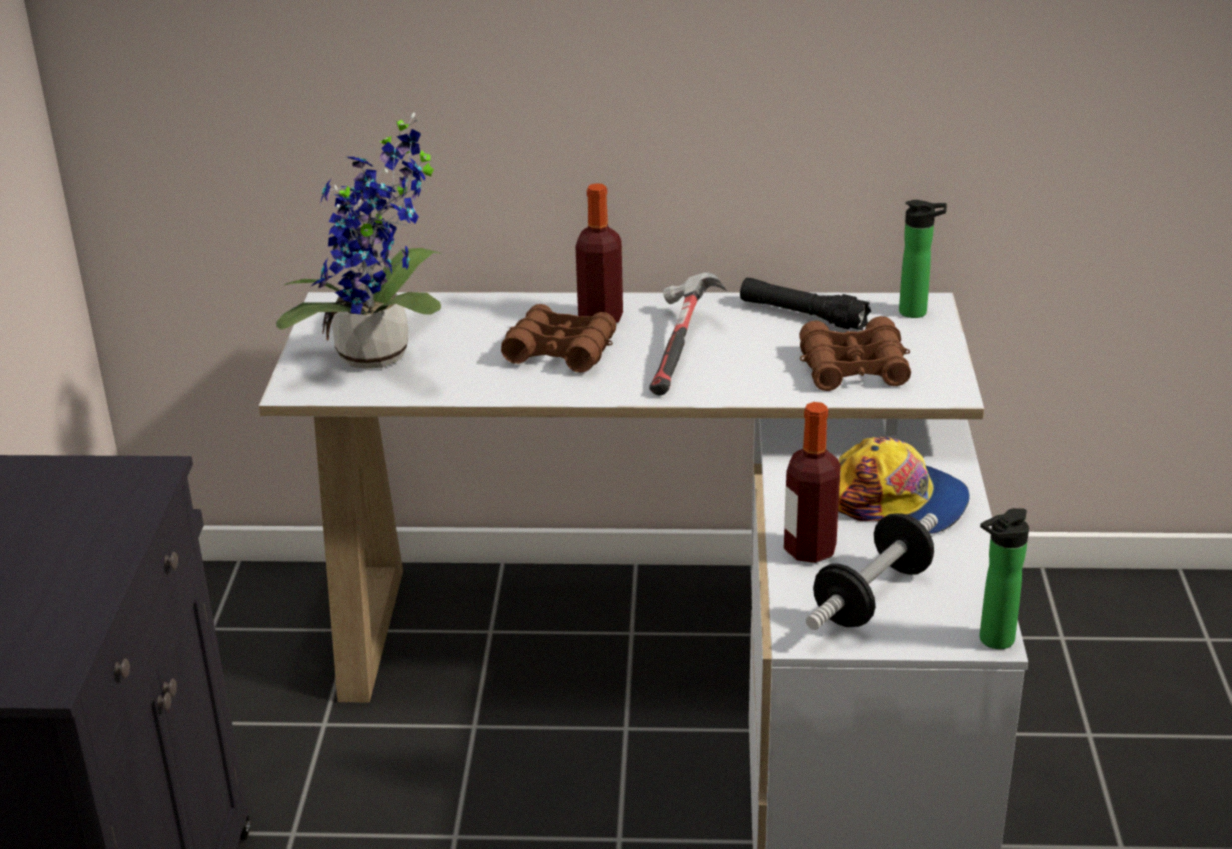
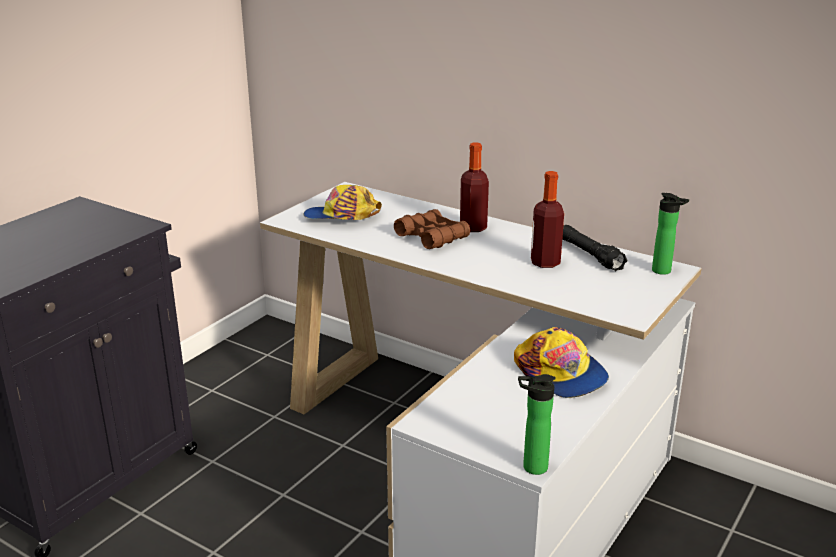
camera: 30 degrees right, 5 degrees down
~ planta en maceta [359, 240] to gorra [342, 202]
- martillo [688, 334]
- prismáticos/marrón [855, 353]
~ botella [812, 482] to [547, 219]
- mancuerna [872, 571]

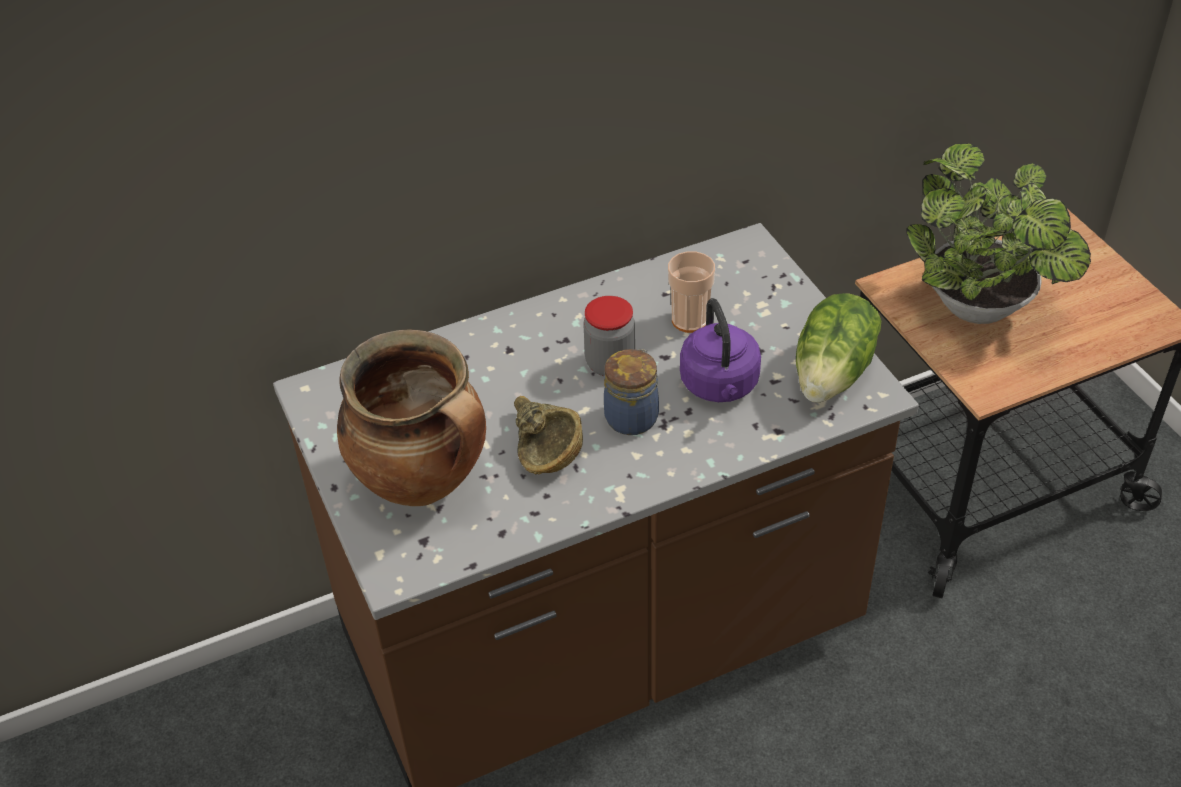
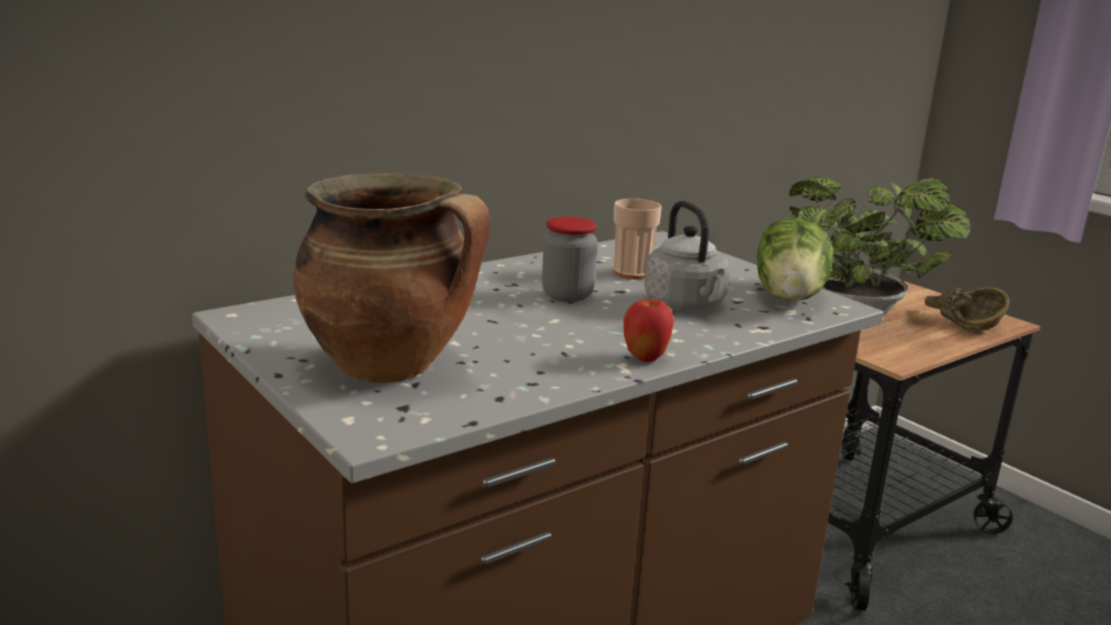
camera: 15 degrees left, 25 degrees down
~ hervidor/morado [720, 350] to hervidor/gris [687, 255]
- tarro [631, 392]
~ cuenco/marrón [548, 435] to [967, 309]
+ manzana [648, 329]

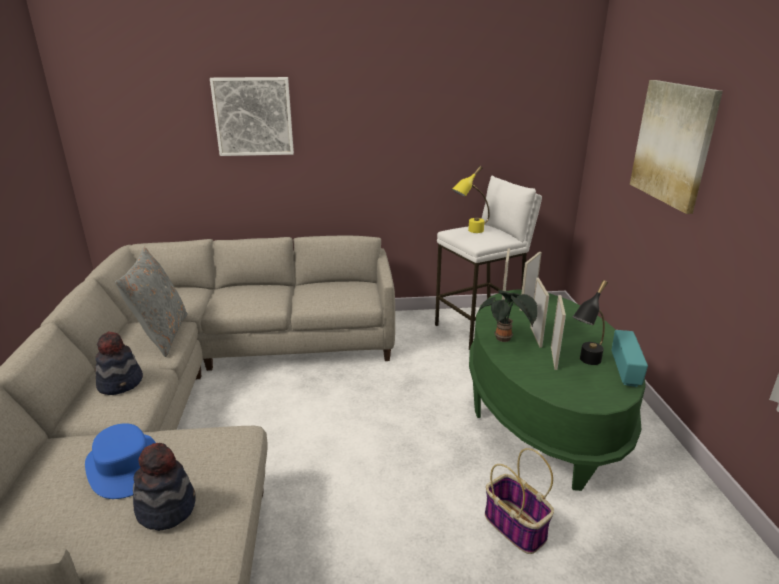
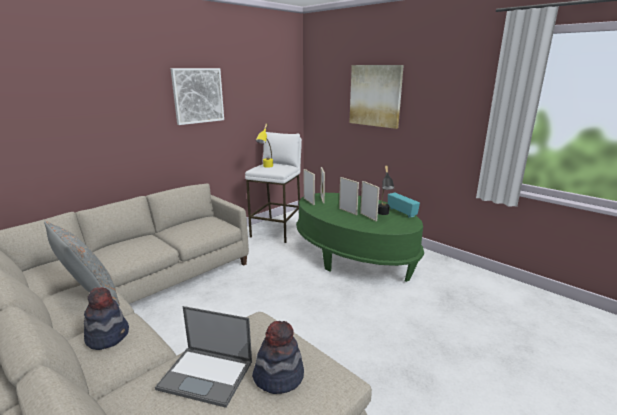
camera: 40 degrees left, 5 degrees down
~ cuadro [252, 116] to [197, 96]
- planta en maceta [508, 316]
~ sombrero/azul [120, 461] to portátil [203, 357]
- cesta [519, 501]

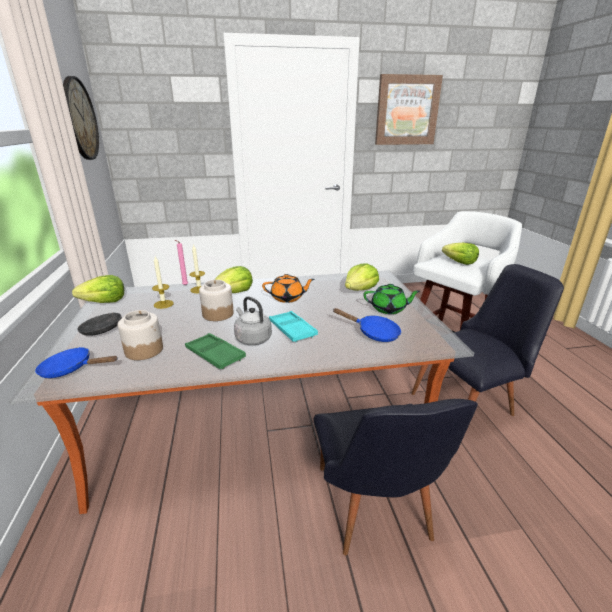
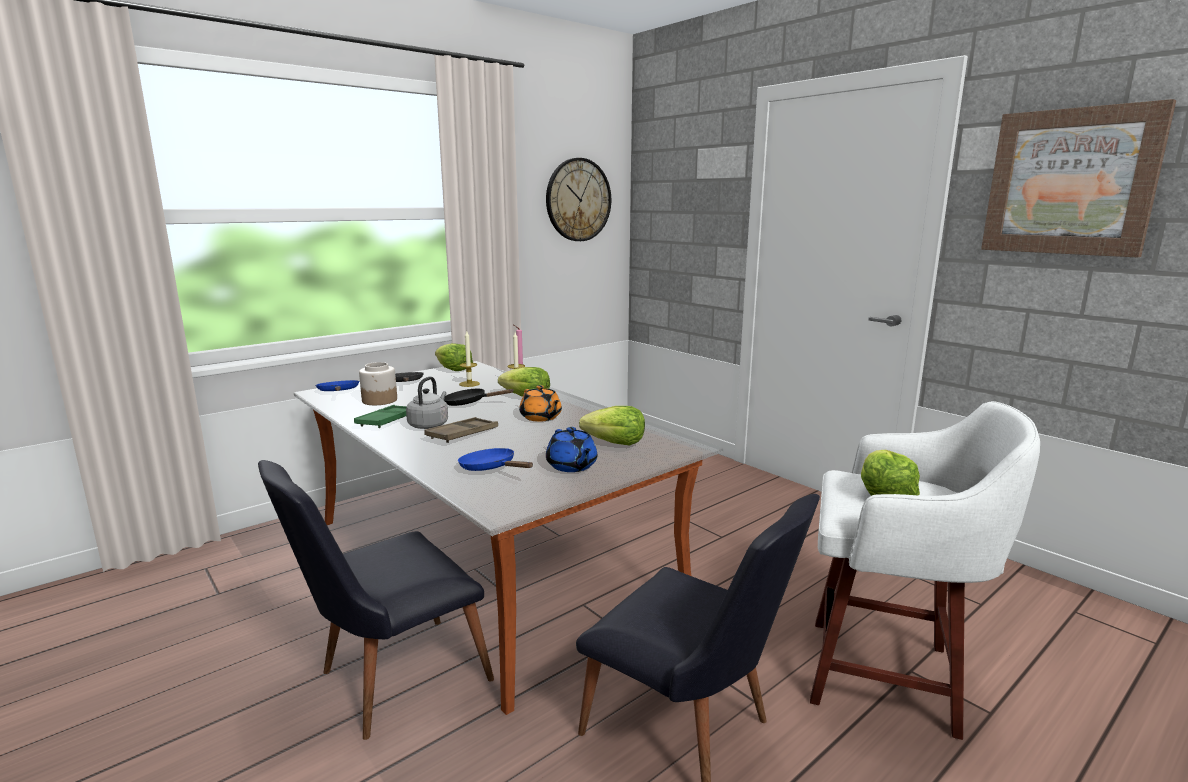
camera: 60 degrees right, 10 degrees down
~ tarro [216, 300] to sartén/negro [478, 397]
~ tetera/verde [391, 299] to tetera/azul [571, 449]
~ sartén/azul [367, 325] = [495, 459] 135 degrees clockwise
~ bandeja/turquesa [293, 326] to bandeja/marrón [461, 430]

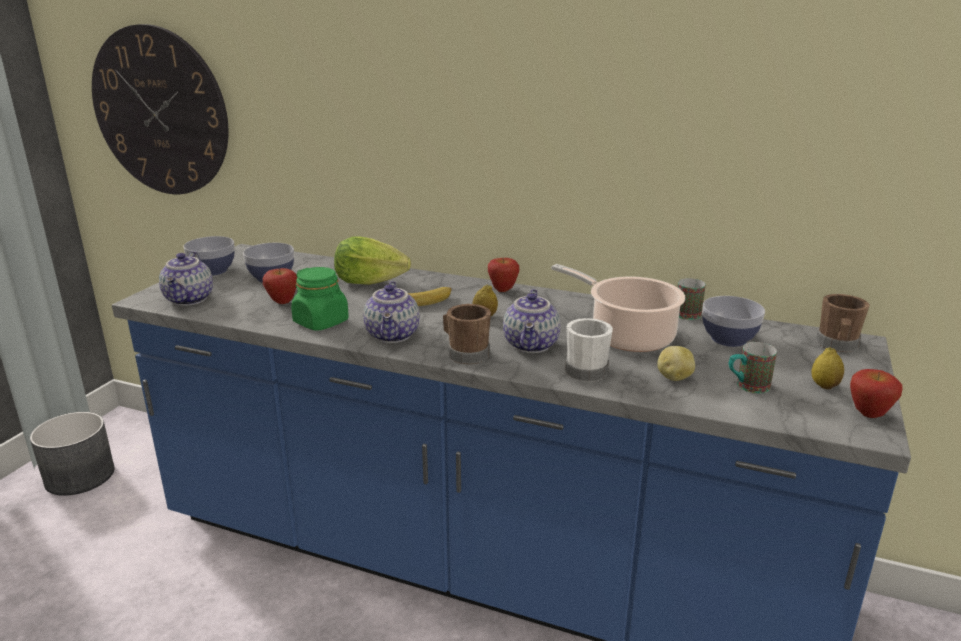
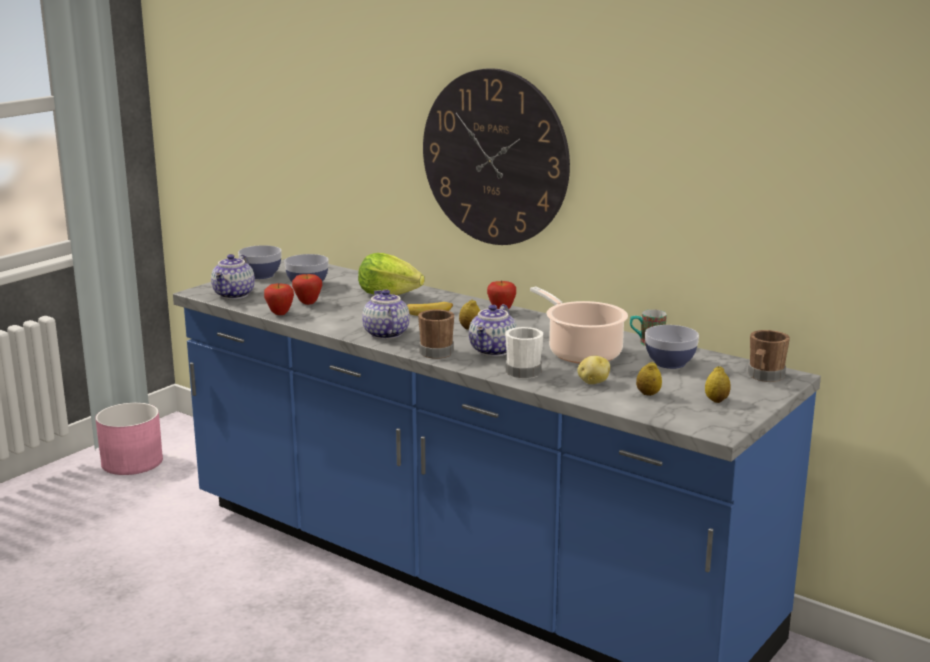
camera: 15 degrees right, 5 degrees down
~ reloj de pared [160, 109] to [496, 156]
- tarro/verde [320, 298]
~ tetera [391, 312] = [386, 314] 150 degrees clockwise
~ taza grande [753, 367] to limón [649, 378]
~ manzana [876, 393] to [279, 299]
~ maceta/gris [72, 454] to maceta/rosa [129, 439]

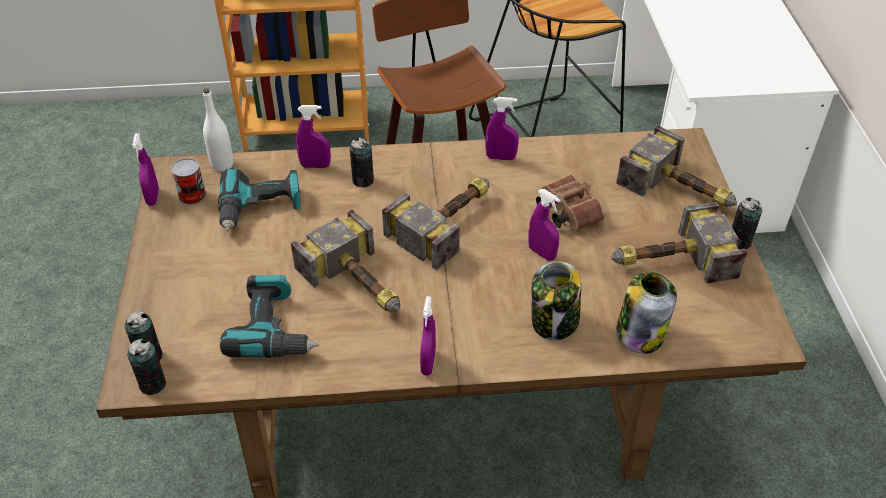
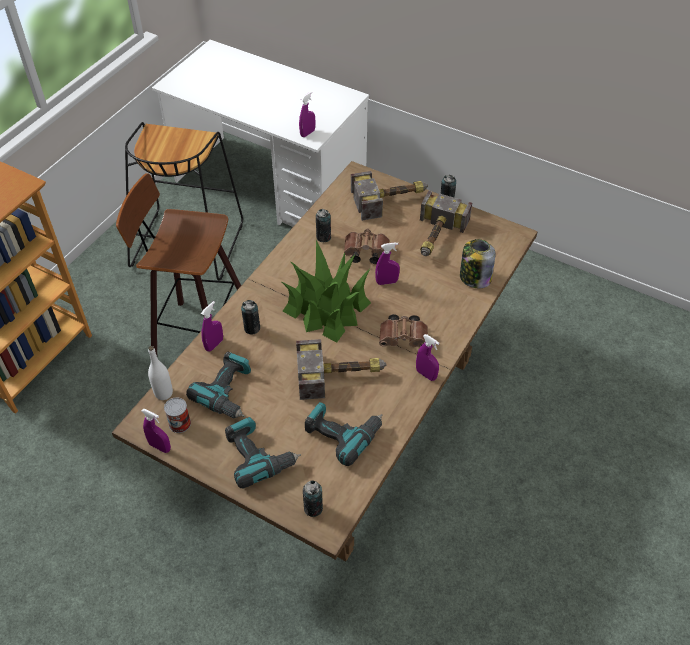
camera: 55 degrees left, 5 degrees up
~ pulverizador/morado [502, 128] to [307, 114]
~ martillo [436, 224] to planta en maceta [326, 291]
- tarro [556, 300]
~ lata [146, 367] to [323, 225]
+ prismáticos/marrón [403, 330]
+ taladro [263, 452]

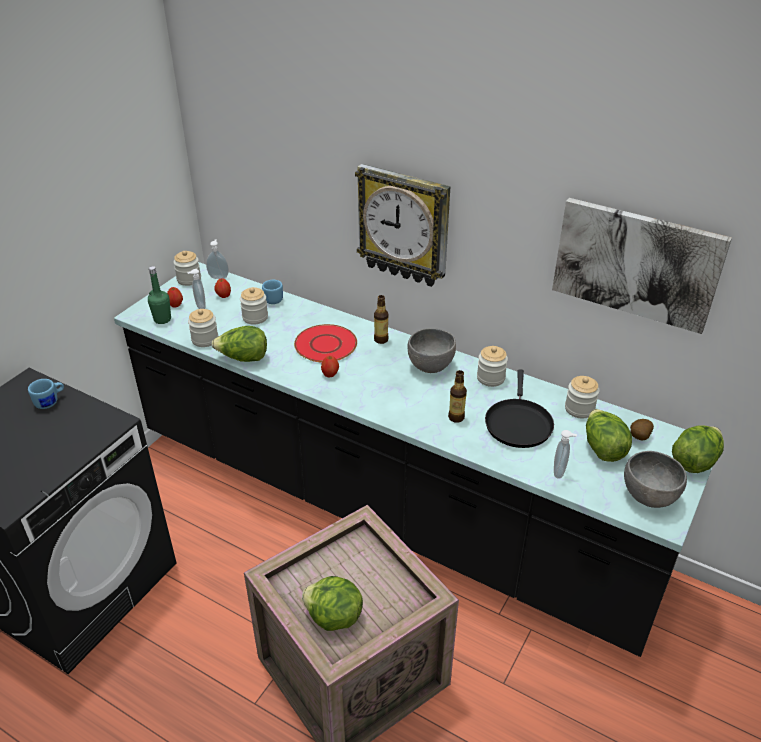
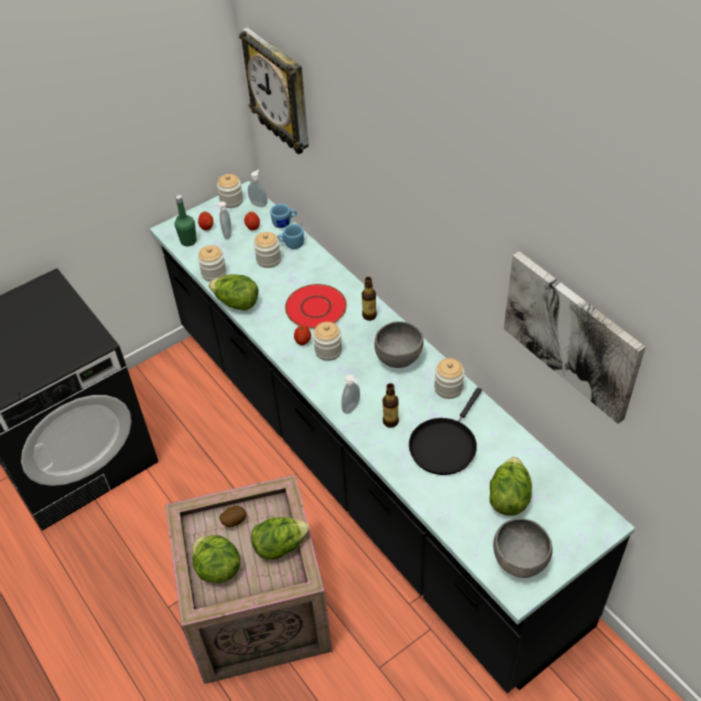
camera: 25 degrees right, 10 degrees up
~ reloj de pared [402, 225] to [274, 90]
~ tarro [582, 397] to [327, 341]
~ taza grande/azul [46, 394] to [283, 216]
~ patata [642, 429] to [232, 516]
~ lechuga [698, 449] to [280, 538]
~ dispensador de jabón [565, 454] to [350, 394]

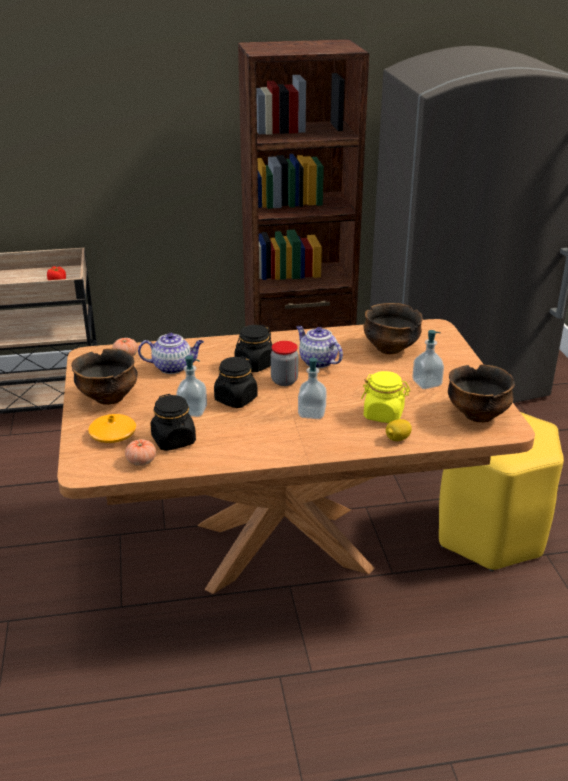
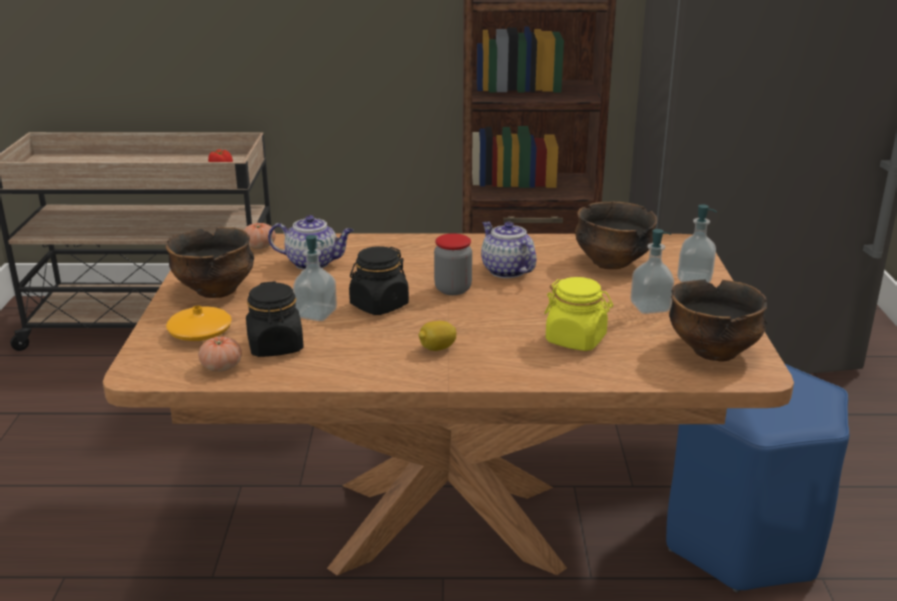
camera: 10 degrees right, 5 degrees down
- tarro/negro [253, 348]
~ dispensador de jabón [312, 388] to [697, 244]
~ taburete/amarillo [501, 491] to taburete/azul [757, 477]
~ limón [399, 430] to [437, 336]

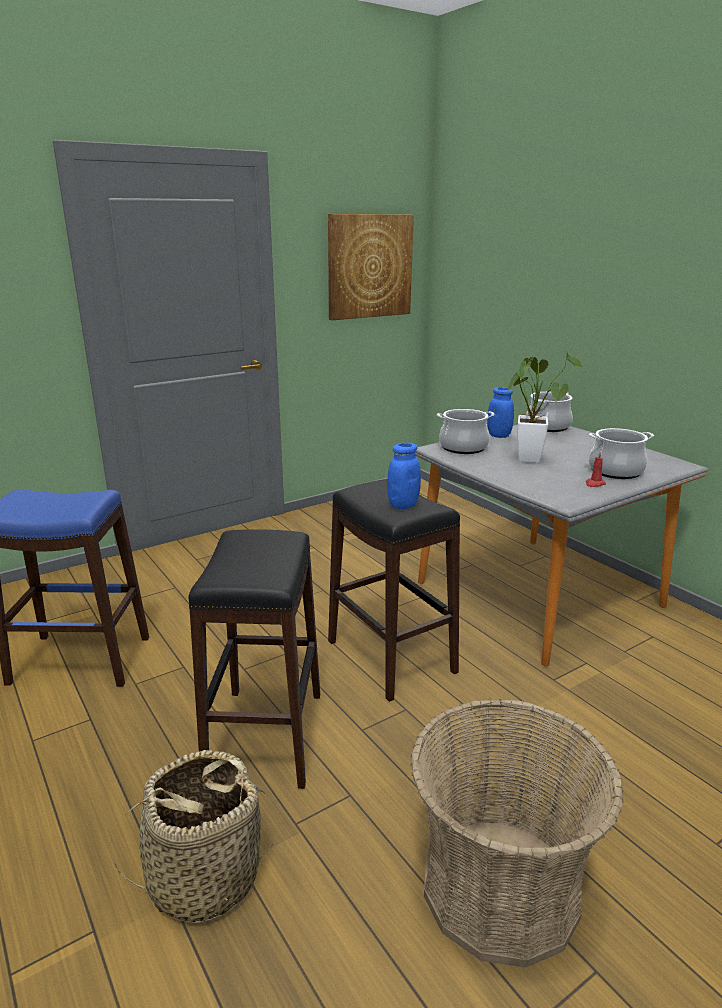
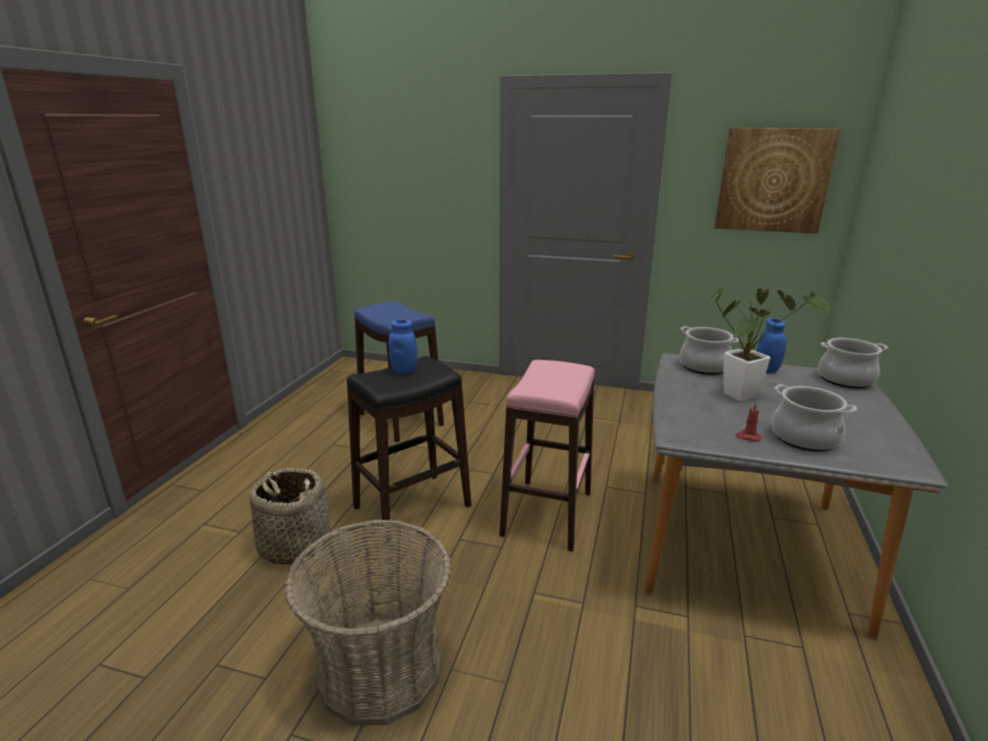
camera: 50 degrees right, 0 degrees up
~ tarro/azul [404, 476] to [403, 346]
~ taburete/negro [394, 590] to taburete/rosa [547, 456]

